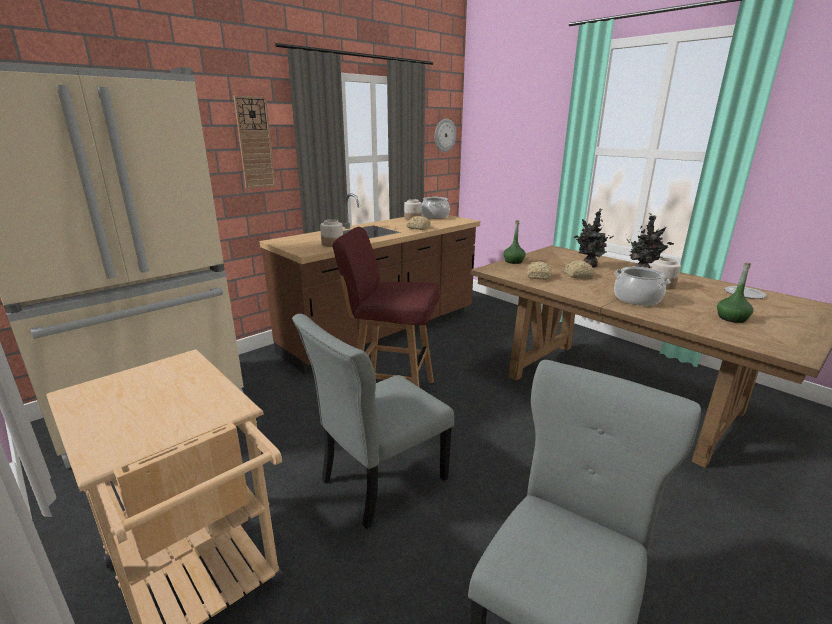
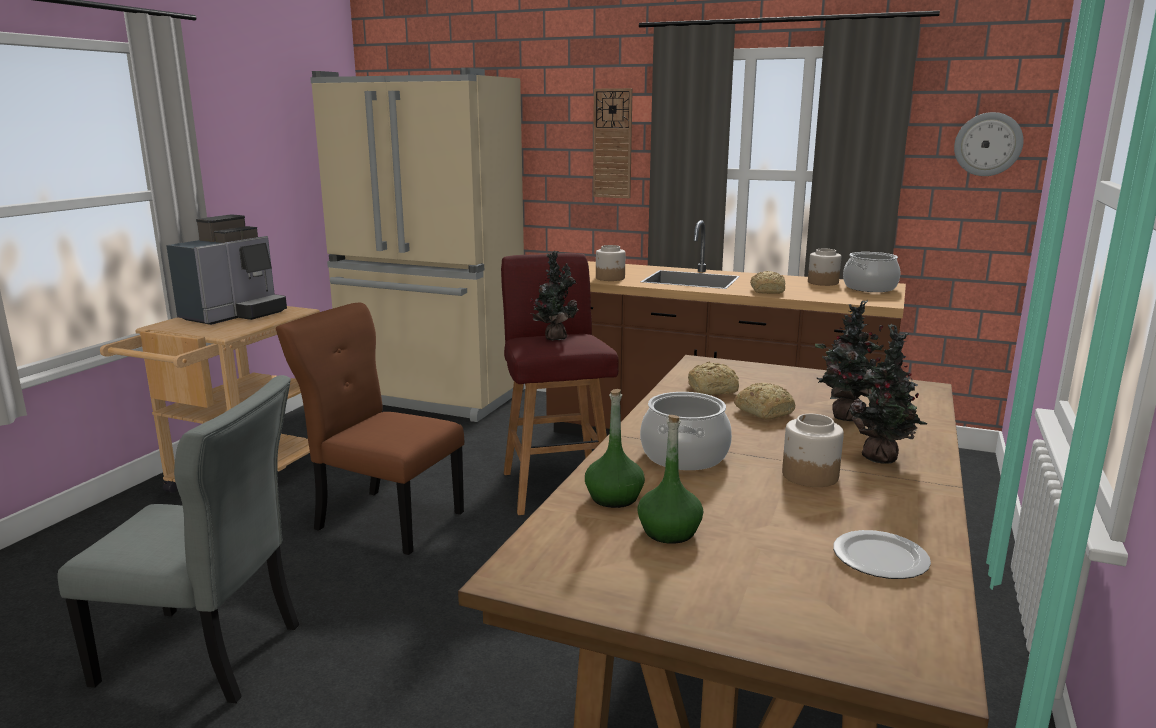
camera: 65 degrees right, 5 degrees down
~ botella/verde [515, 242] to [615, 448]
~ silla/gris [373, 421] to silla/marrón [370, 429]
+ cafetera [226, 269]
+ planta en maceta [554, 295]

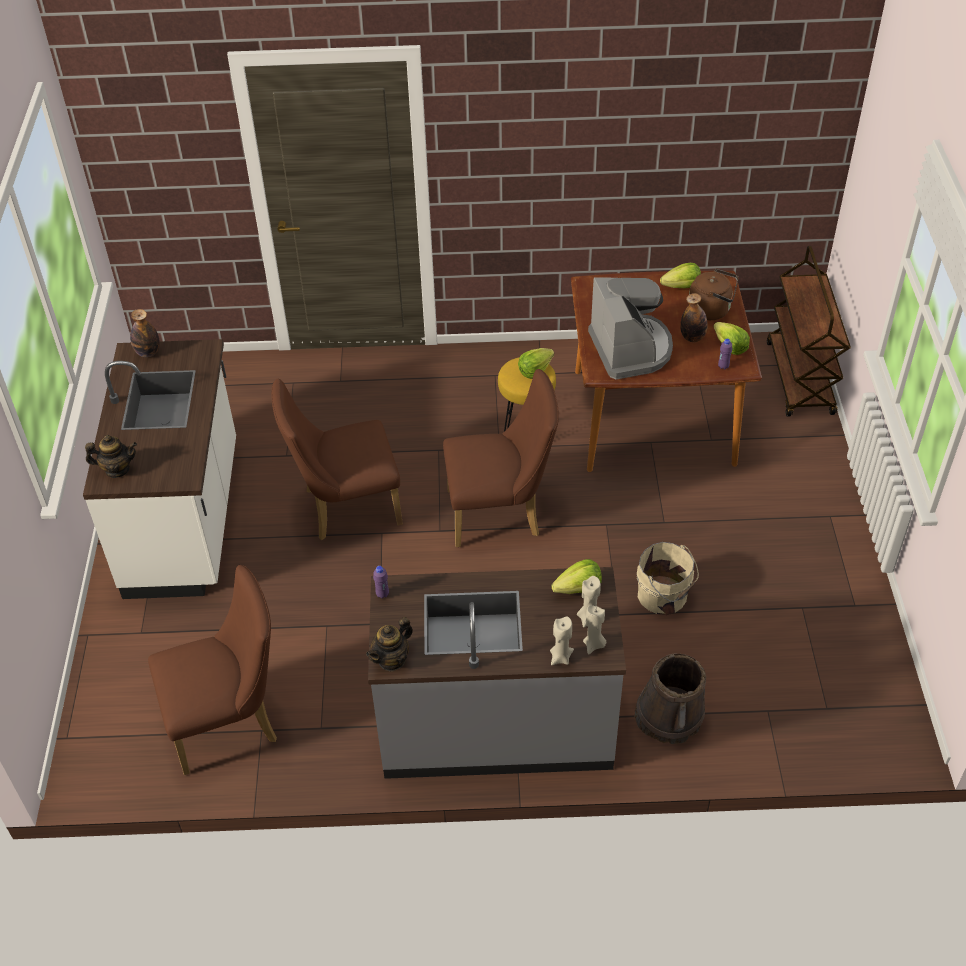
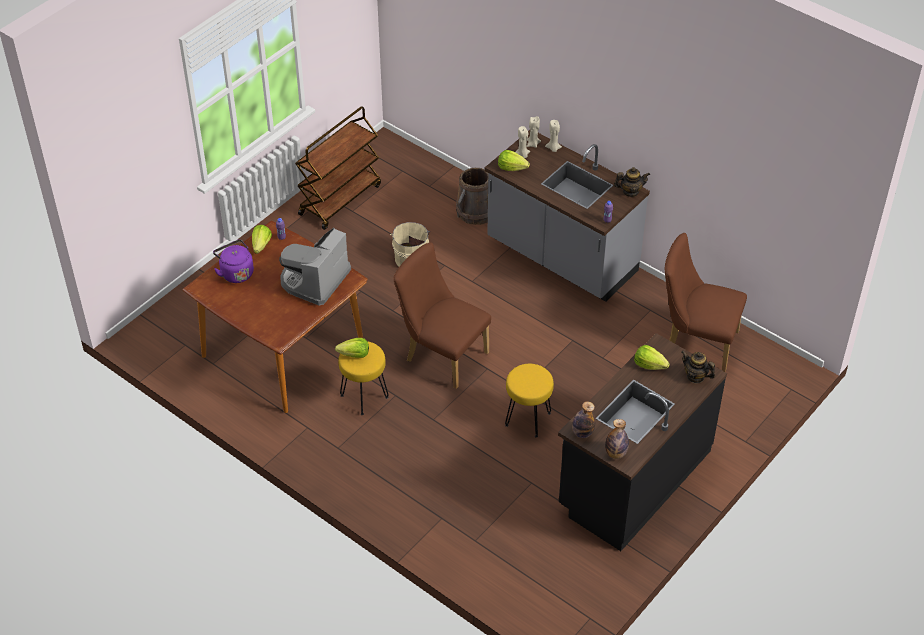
camera: 140 degrees left, 0 degrees up
~ carrito/marrón [809, 331] to [338, 168]
~ lechuga [680, 275] to [652, 357]
~ hervidor/marrón [713, 294] to hervidor/morado [233, 261]
~ botella [694, 317] to [583, 419]
~ mueble bajo de cocina/blanco [159, 469] to mueble bajo de cocina/negro [642, 442]
~ silla/marrón [337, 459] to taburete/amarillo [529, 401]

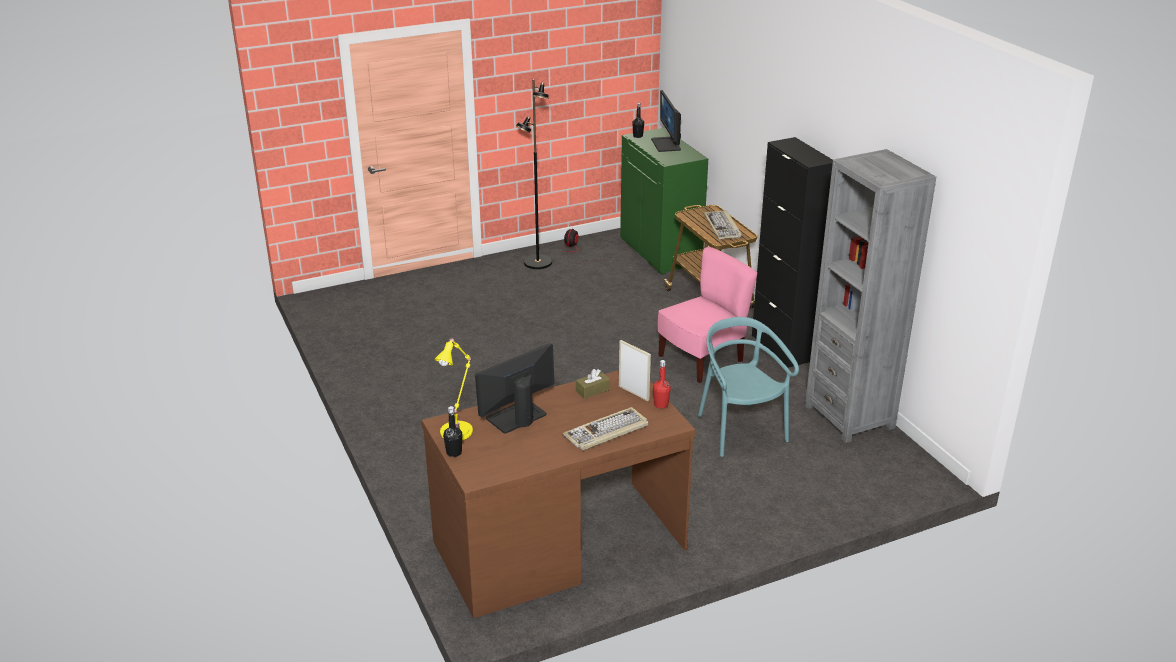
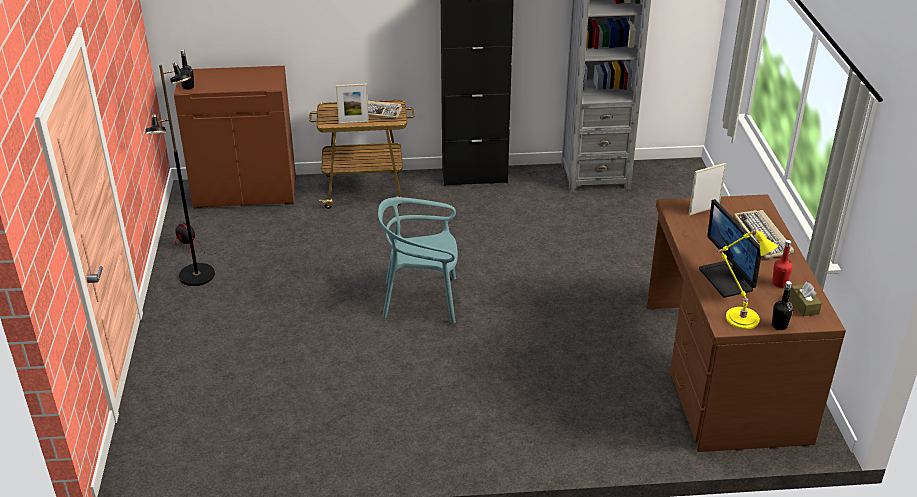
camera: 70 degrees left, 5 degrees up
- monitor [666, 121]
~ armario/verde [664, 201] to armario/marrón [235, 137]
- silla/rosa [707, 315]
~ silla/turquesa [748, 387] to [418, 260]
~ botella/rojo [662, 384] to [782, 263]
~ caja de pañuelos/marrón [593, 384] to [805, 299]
+ portarretratos [352, 103]

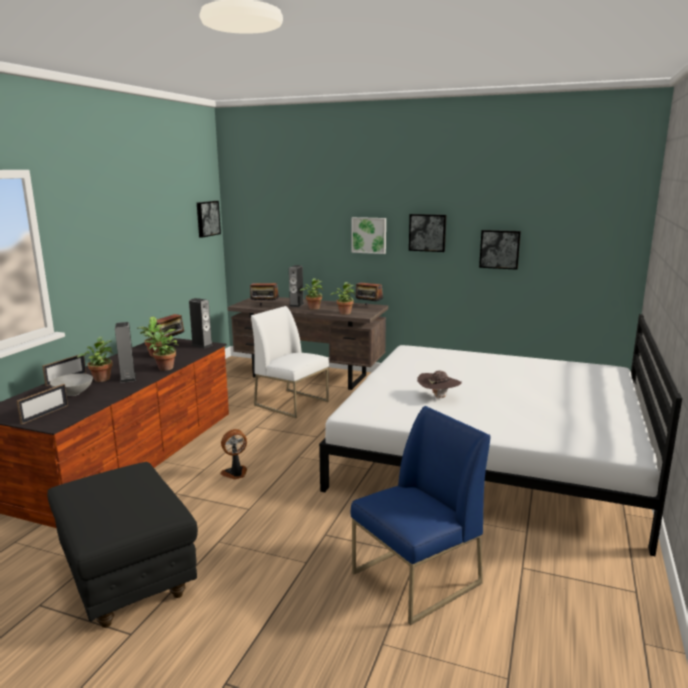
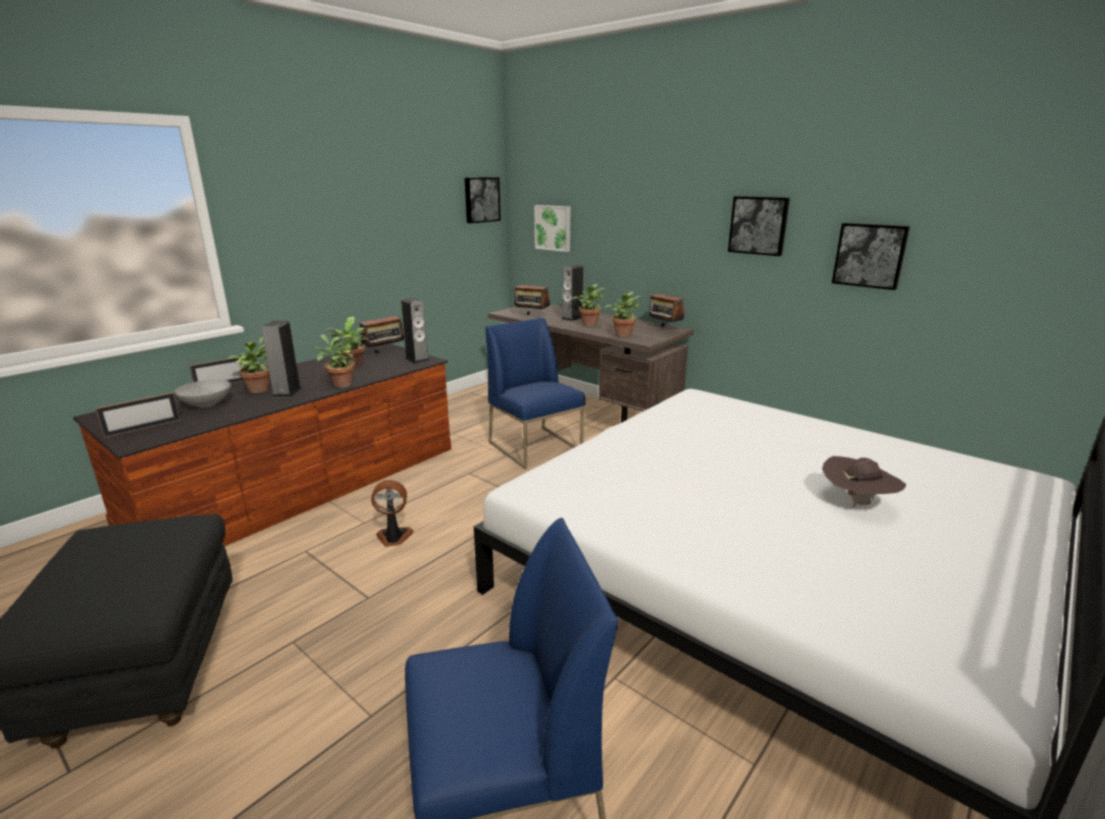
camera: 20 degrees right, 5 degrees up
~ cuadro [369, 235] to [552, 228]
~ silla/blanco [290, 362] to silla/azul [535, 393]
~ sombrero/marrón [439, 385] to [864, 482]

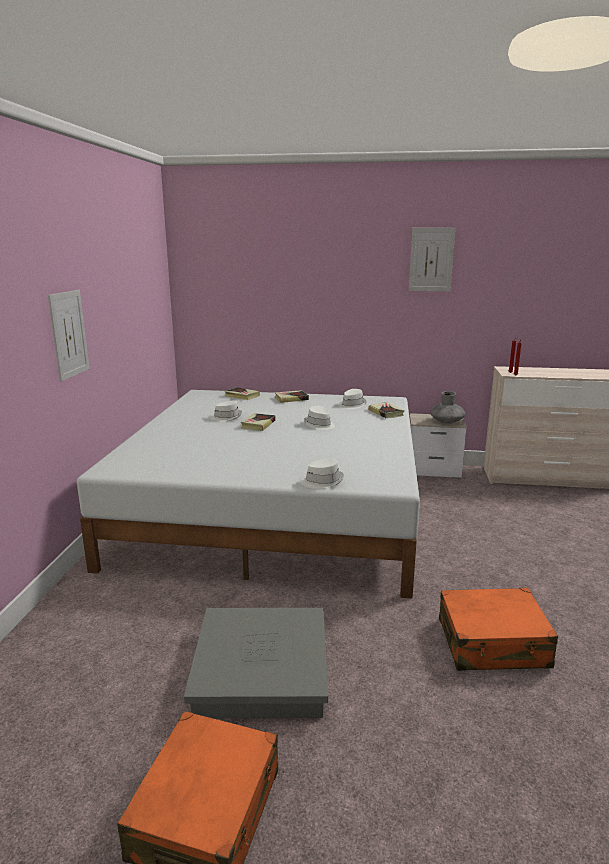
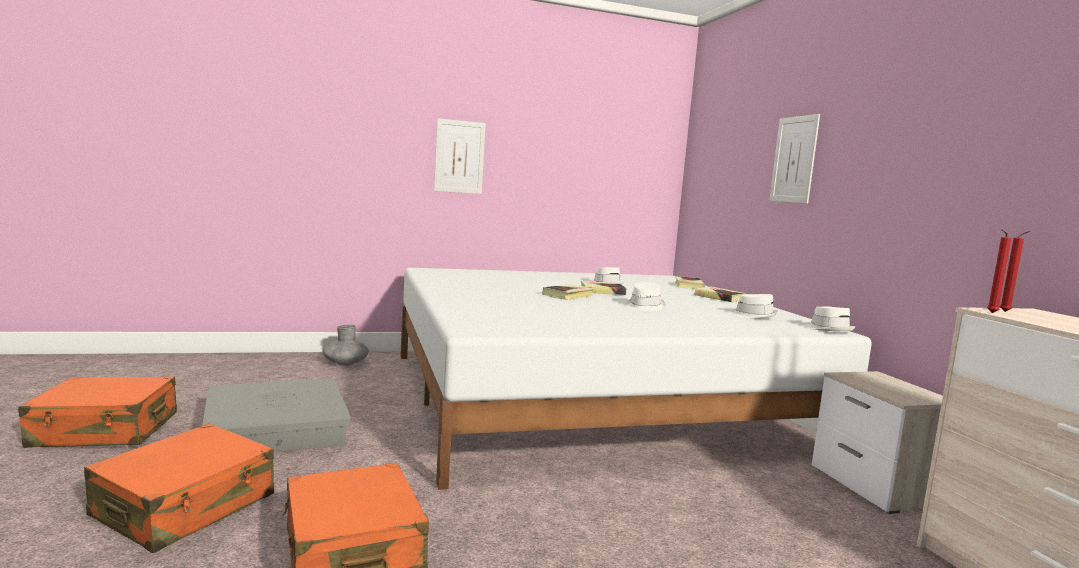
camera: 65 degrees right, 10 degrees down
~ cuadro [432, 259] to [794, 159]
~ florero/gris [447, 407] to [346, 345]
~ libro [386, 410] to [568, 292]
~ sombrero/blanco [322, 473] to [829, 318]
+ maleta/naranja [179, 488]

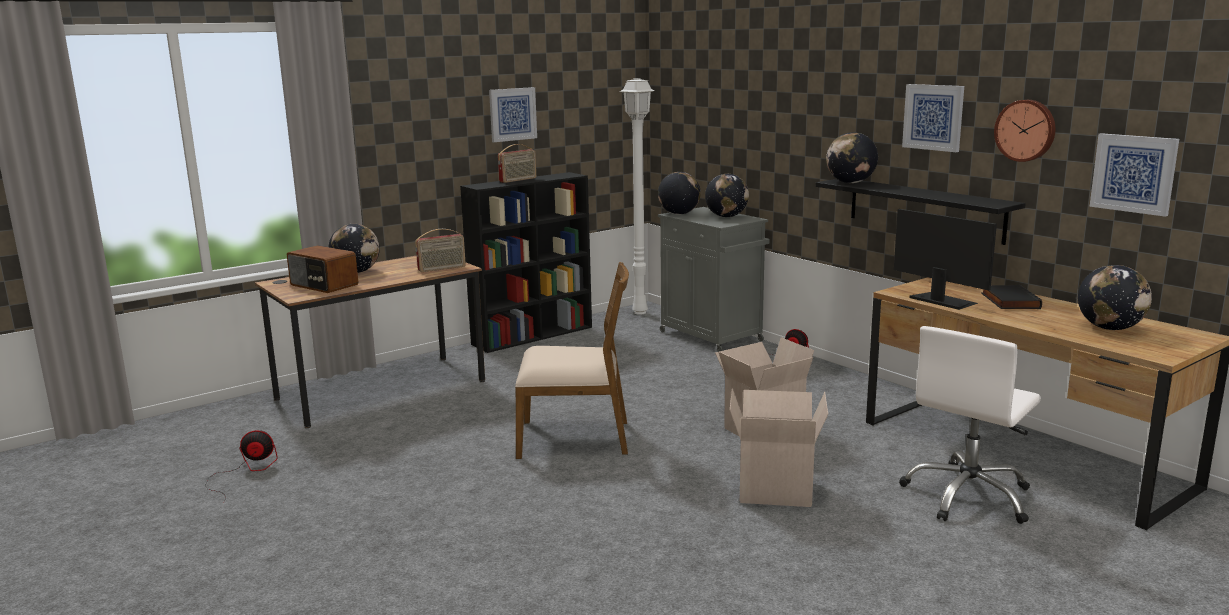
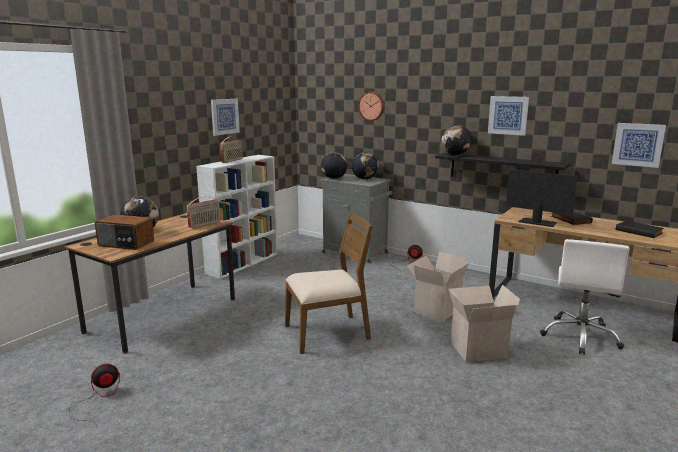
camera: 20 degrees left, 0 degrees up
- lámpara de pie/blanco [637, 196]
~ reloj de pared [1024, 131] to [371, 106]
~ estantería/negro [526, 262] to estantería/blanco [237, 217]
~ globo terráqueo [1115, 297] to libro/negro [640, 229]

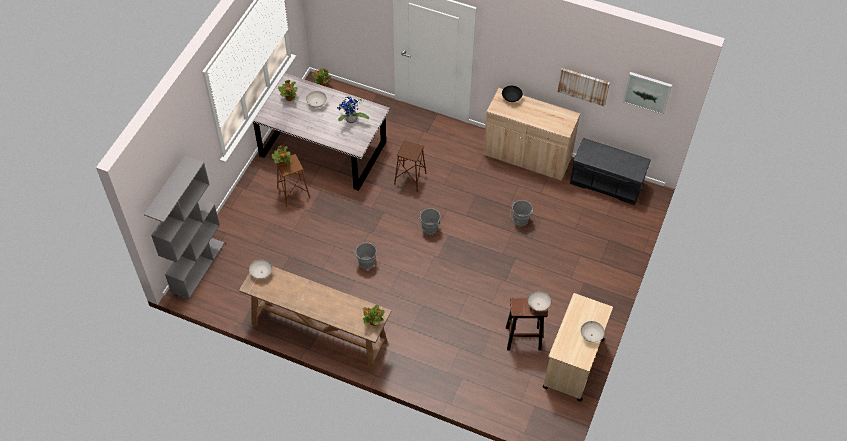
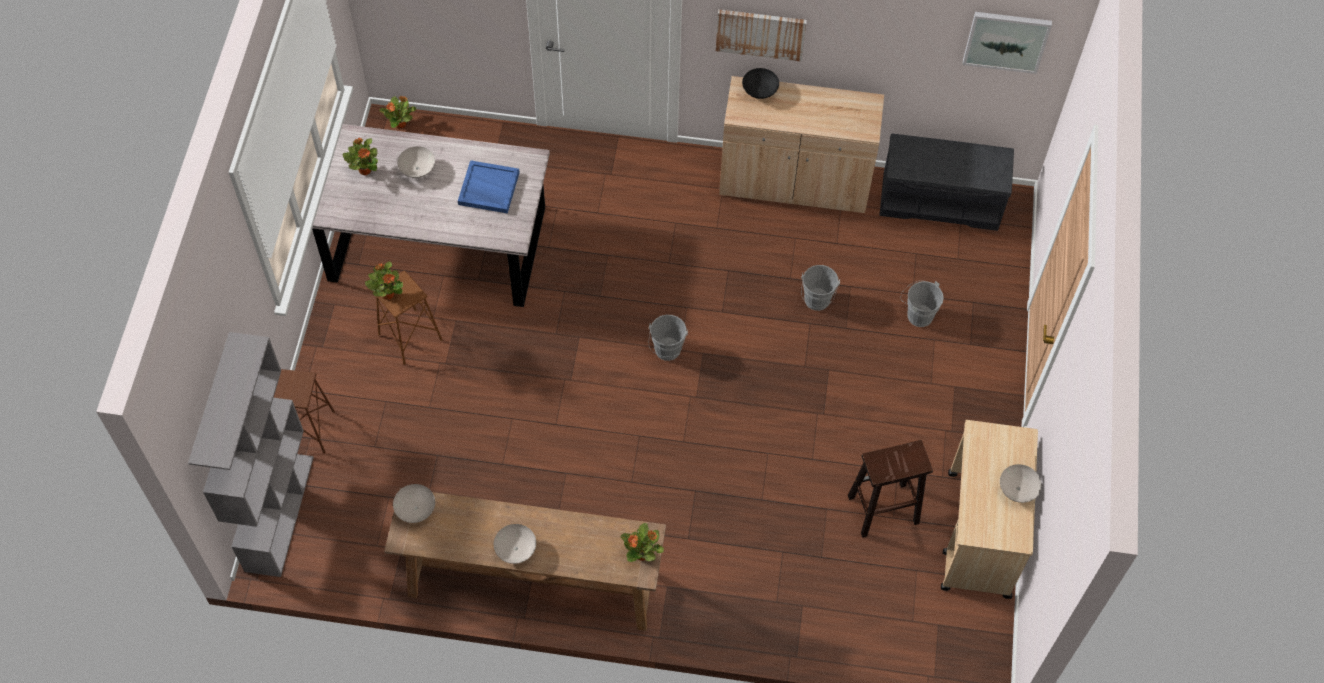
camera: 15 degrees left, 5 degrees up
~ cuadro [584, 87] to [761, 35]
~ planta en maceta [353, 109] to bandeja/azul [489, 187]
~ taburete/marrón [410, 166] to [304, 411]
~ cubo/gris [364, 256] to [922, 304]
~ cuenco/blanco [539, 301] to [515, 544]

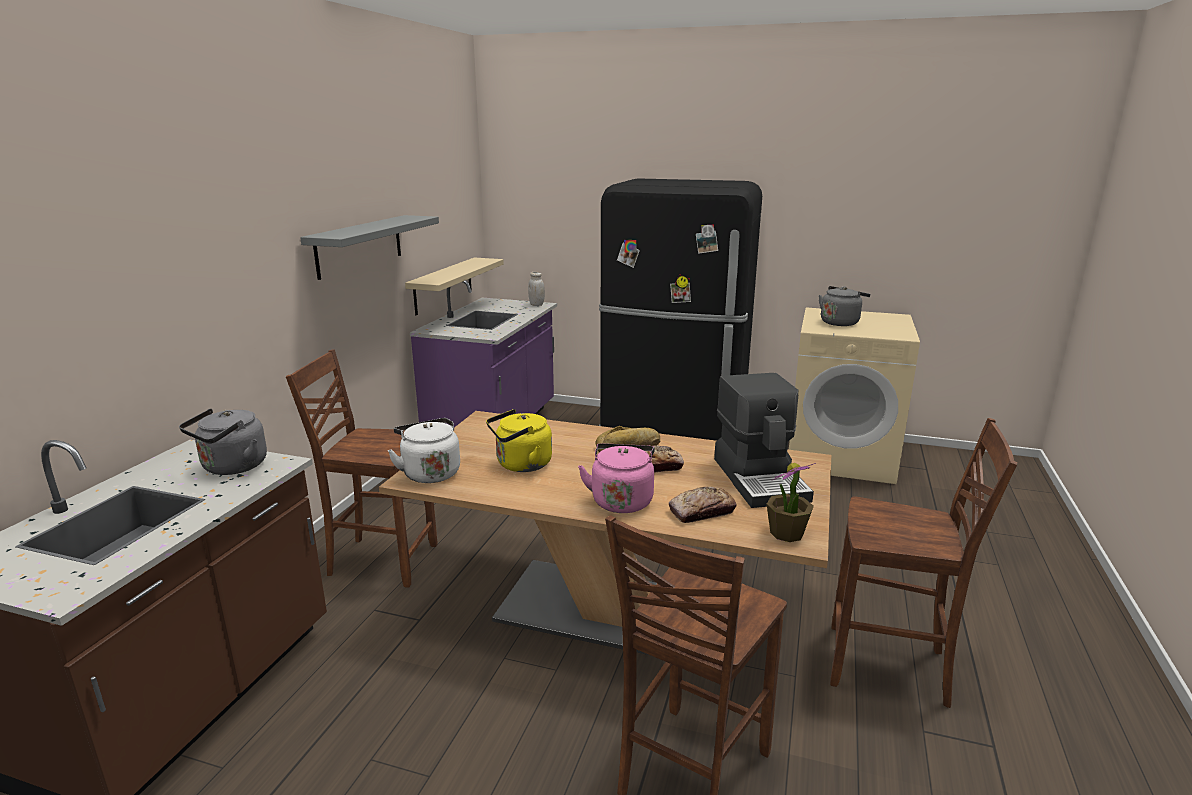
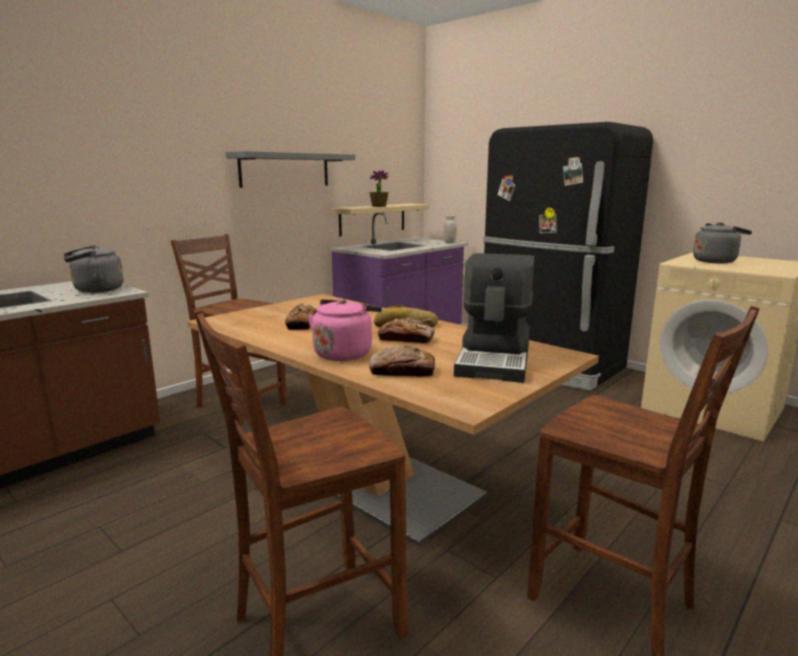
camera: 25 degrees right, 5 degrees down
~ hervidor/amarillo [519, 440] to pan [301, 316]
- hervidor/blanco [423, 450]
~ planta en maceta [791, 502] to [379, 188]

